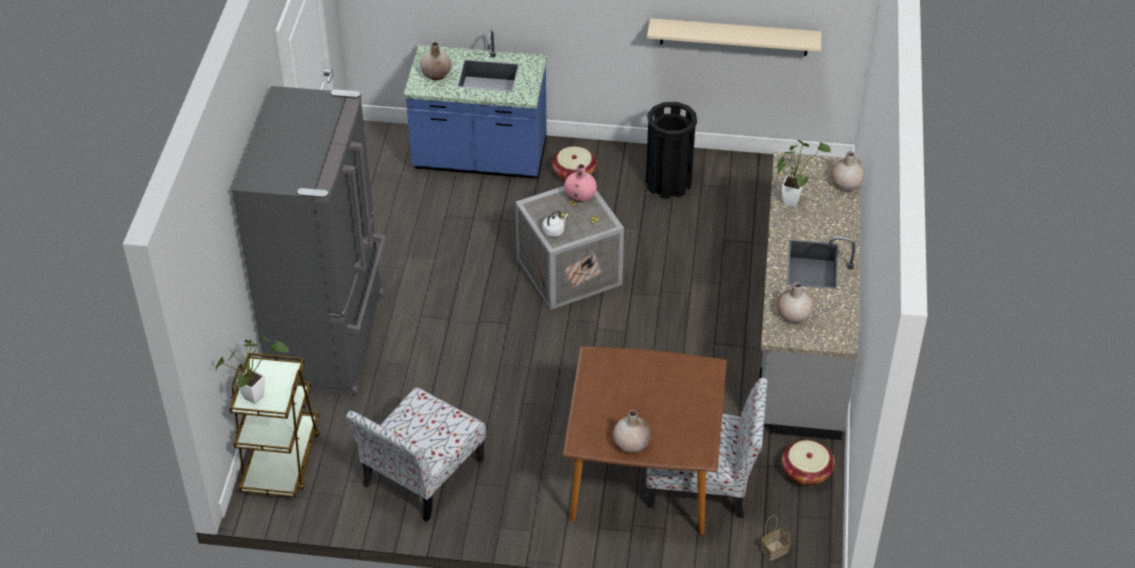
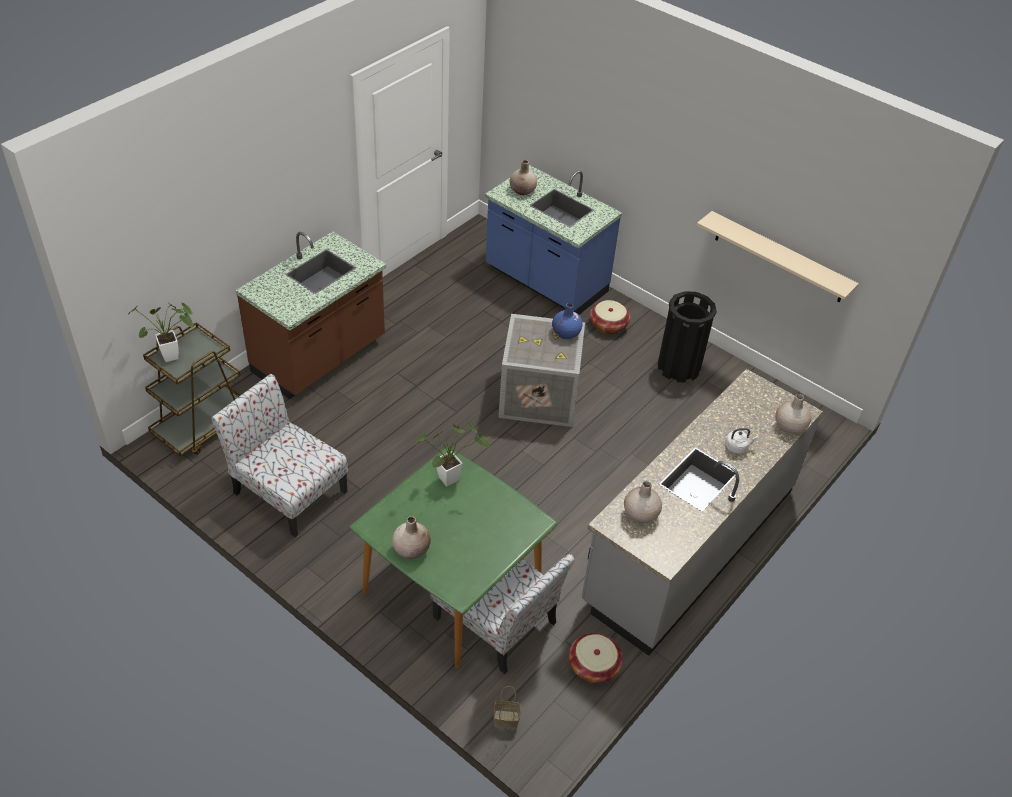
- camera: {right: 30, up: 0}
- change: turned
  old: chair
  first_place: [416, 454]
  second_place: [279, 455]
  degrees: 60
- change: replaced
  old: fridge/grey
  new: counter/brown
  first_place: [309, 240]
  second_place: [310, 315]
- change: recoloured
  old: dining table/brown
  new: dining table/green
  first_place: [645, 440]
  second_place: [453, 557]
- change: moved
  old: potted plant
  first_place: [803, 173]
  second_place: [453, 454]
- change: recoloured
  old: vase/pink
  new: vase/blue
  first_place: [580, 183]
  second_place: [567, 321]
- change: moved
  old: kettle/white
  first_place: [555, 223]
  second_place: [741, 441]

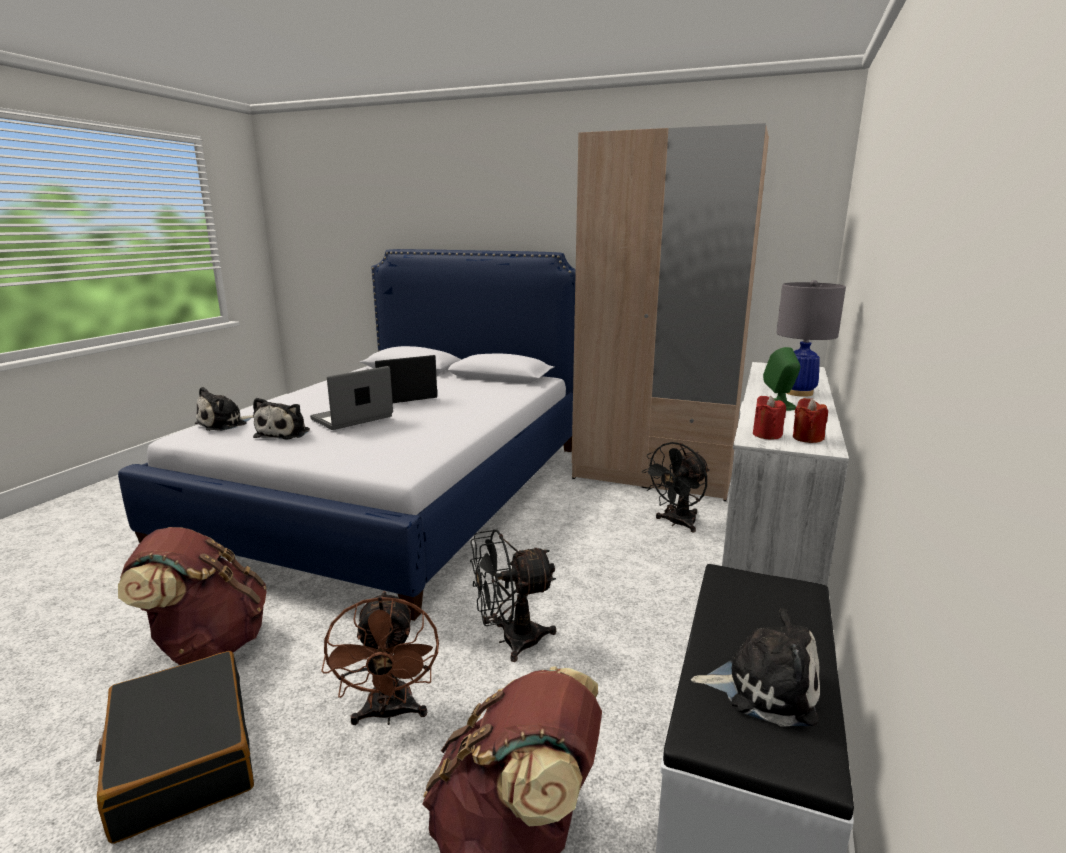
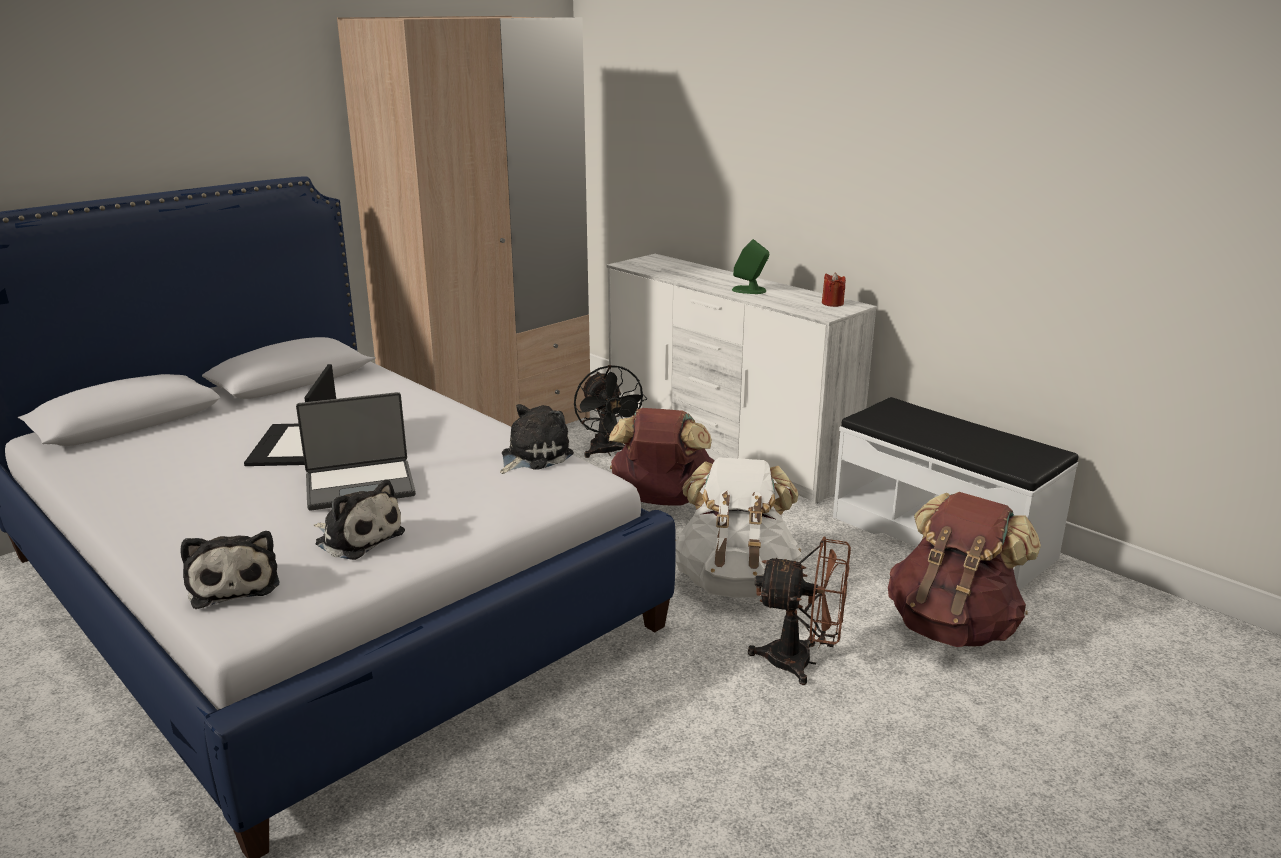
- camera: {right: -65, up: 5}
- change: turned
  old: laptop
  first_place: [351, 398]
  second_place: [356, 451]
  degrees: -90
- change: moved
  old: plush toy
  first_place: [755, 667]
  second_place: [537, 439]
- change: moved
  old: backpack/brown
  first_place: [192, 596]
  second_place: [662, 457]
- change: replaced
  old: fan/black
  new: backpack/white
  first_place: [513, 595]
  second_place: [739, 528]
- change: removed
  old: suitcase/black
  first_place: [175, 747]
- change: removed
  old: candle/red
  first_place: [769, 418]
- change: removed
  old: table lamp/grey
  first_place: [811, 338]

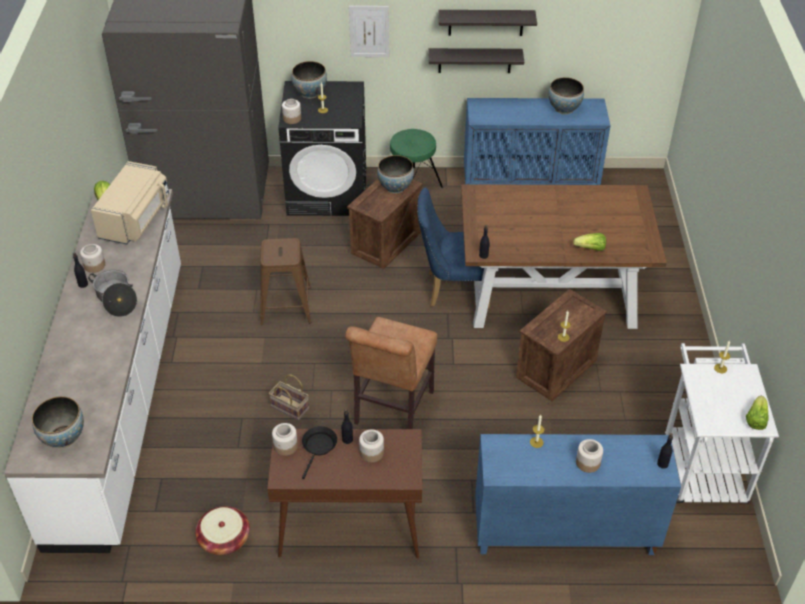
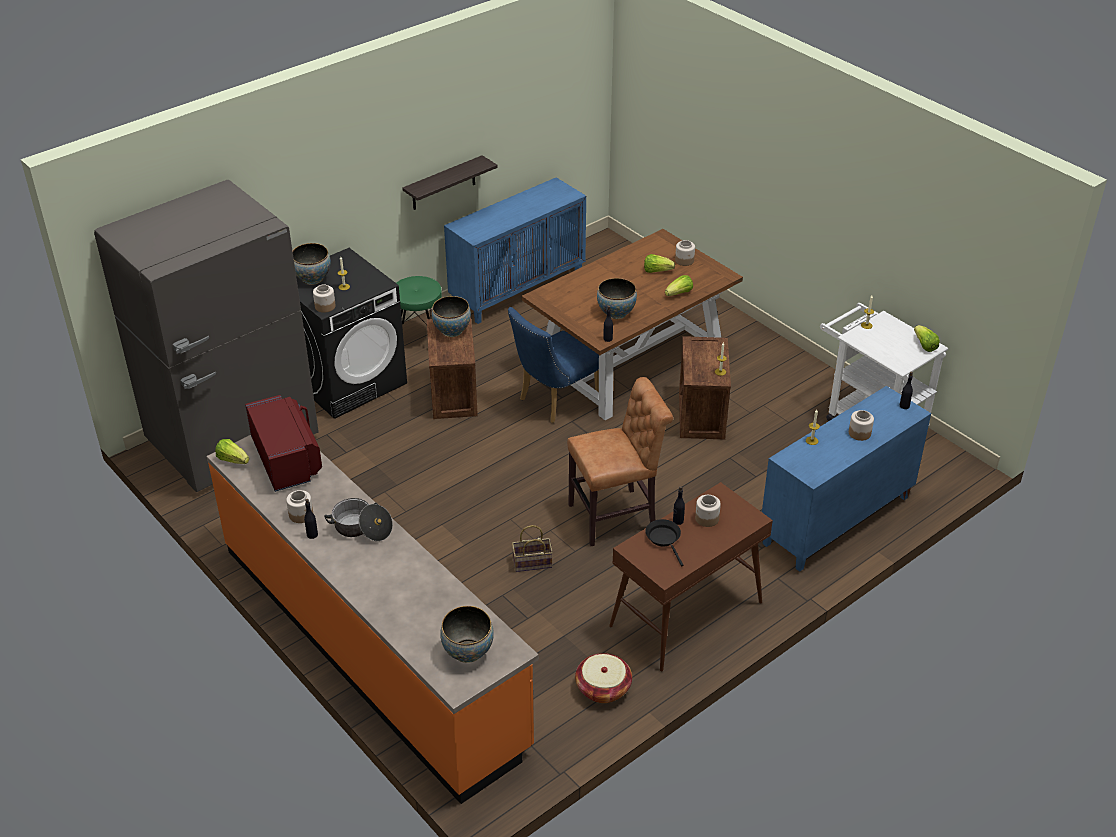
- camera: {right: -40, up: -5}
- change: recoloured
  old: counter/white
  new: counter/orange
  first_place: [92, 371]
  second_place: [373, 619]
- change: recoloured
  old: microwave/beige
  new: microwave/red
  first_place: [130, 202]
  second_place: [283, 443]
- change: turned
  old: chair/brown
  first_place: [391, 373]
  second_place: [620, 461]
  degrees: -90
- change: moved
  old: bowl
  first_place: [566, 95]
  second_place: [617, 298]
- change: added
  new: lettuce
  second_place: [659, 263]
- change: moved
  old: jar
  first_place: [285, 439]
  second_place: [685, 253]
- change: removed
  old: stool/brown
  first_place: [285, 282]
- change: removed
  old: picture
  first_place: [369, 31]
- change: removed
  old: shelf
  first_place: [487, 23]

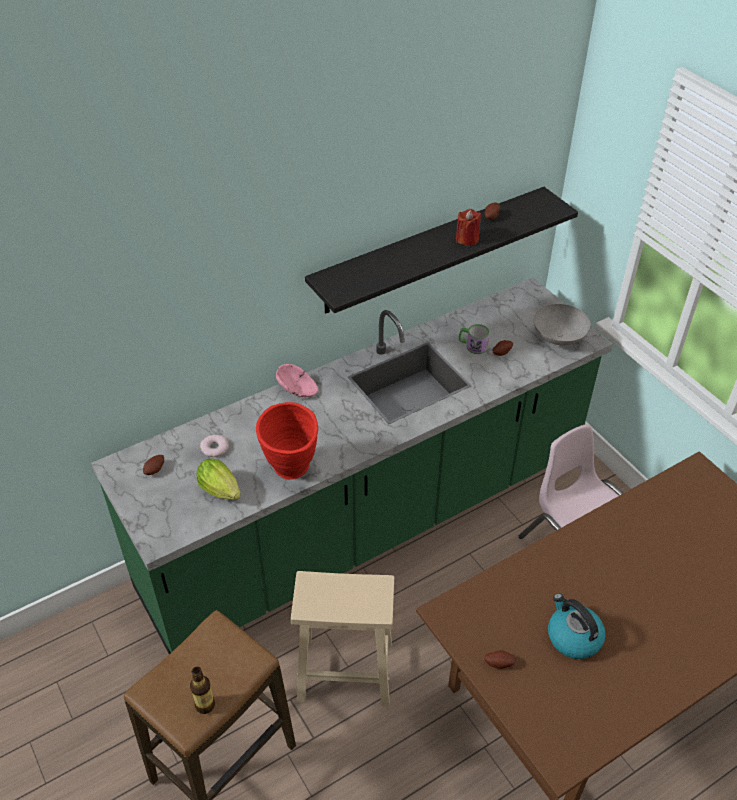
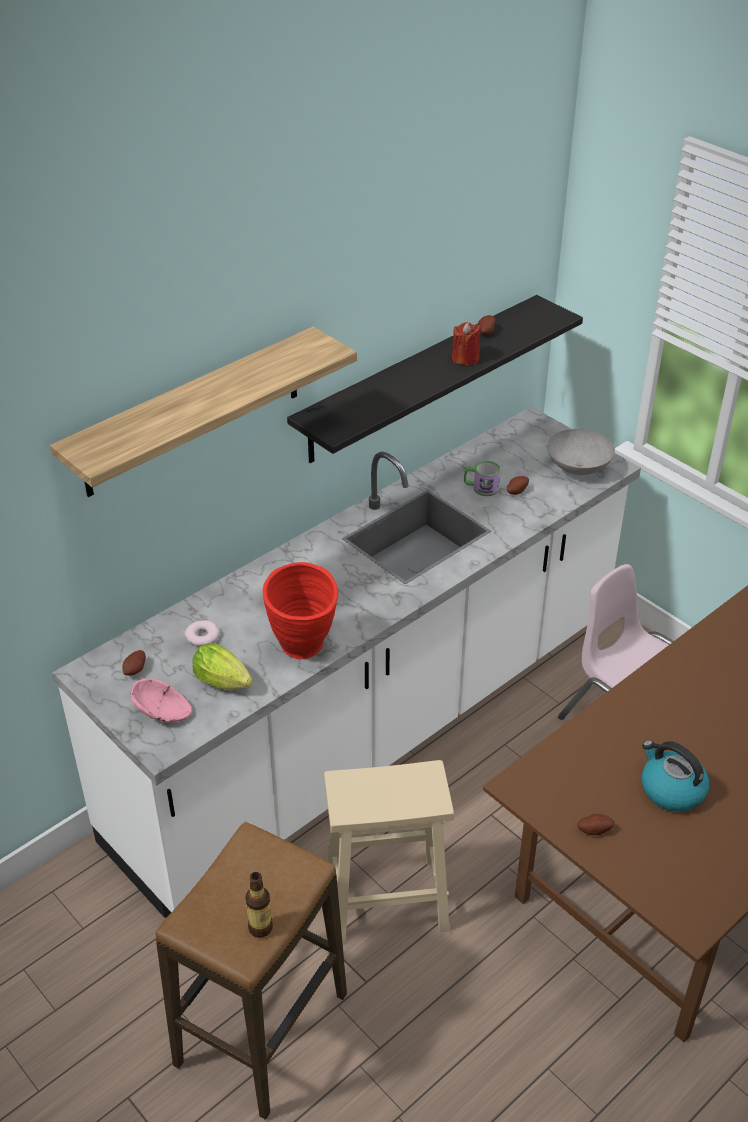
- camera: {right: -10, up: -5}
- change: added
  new: shelf
  second_place: [203, 411]
- change: recoloured
  old: counter/green
  new: counter/white
  first_place: [352, 465]
  second_place: [346, 662]
- change: moved
  old: bowl/pink
  first_place: [297, 380]
  second_place: [161, 700]

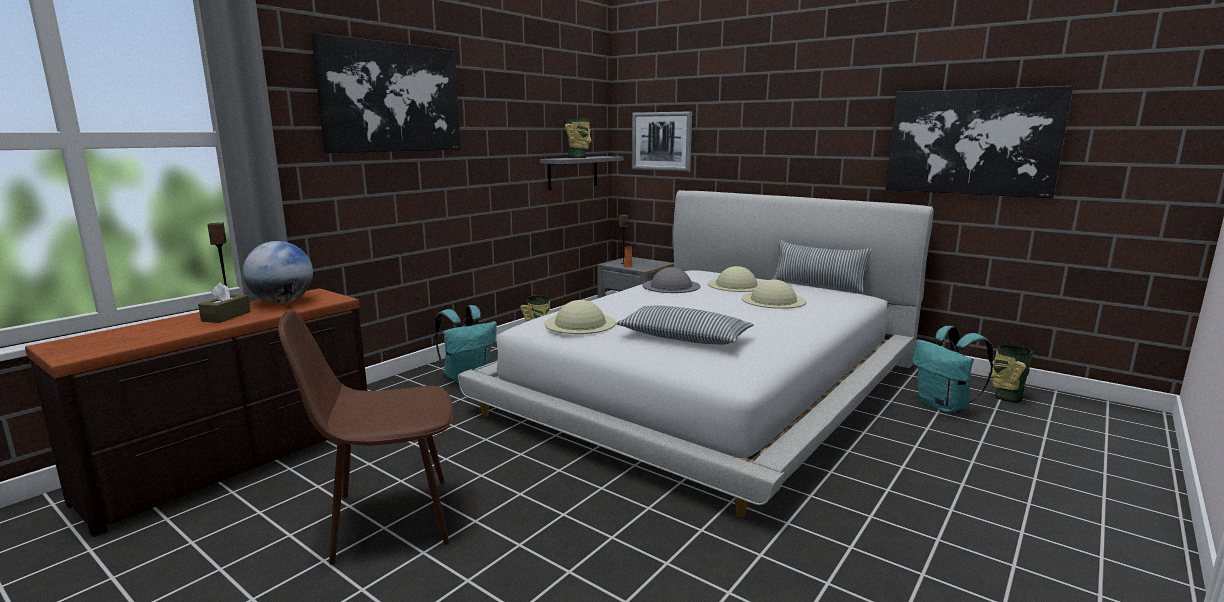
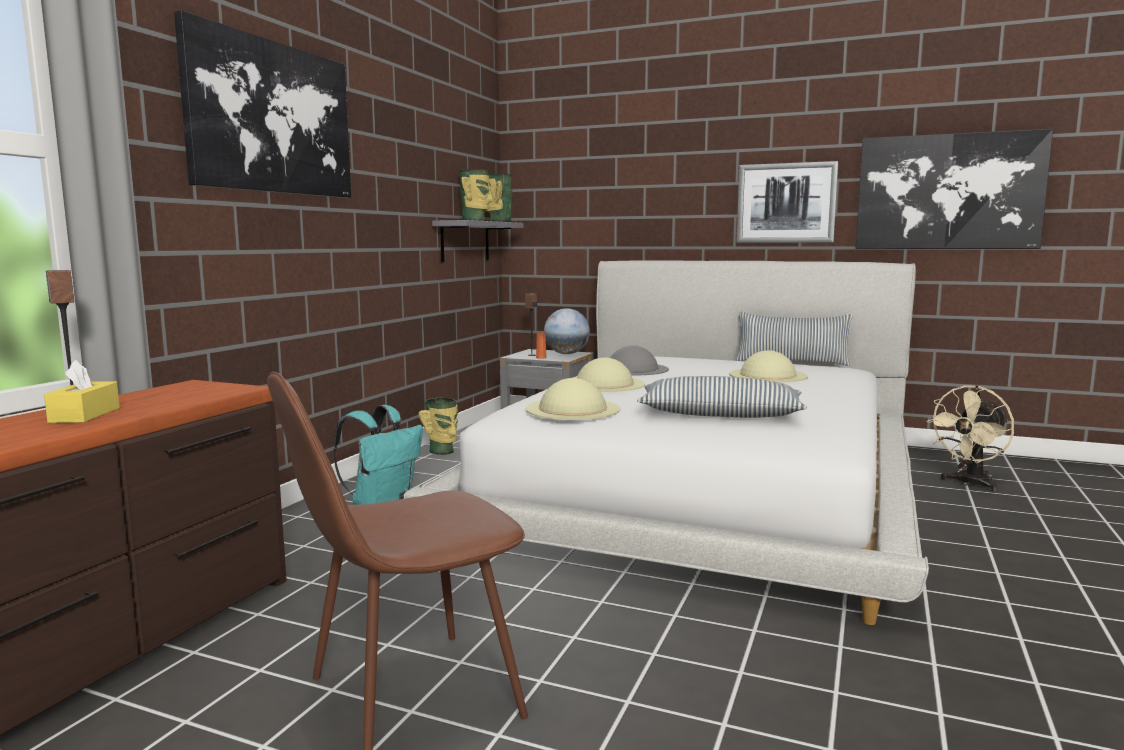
- camera: {right: -15, up: -5}
- change: recoloured
  old: tissue box/brown
  new: tissue box/yellow
  first_place: [224, 302]
  second_place: [82, 391]
- change: moved
  old: vase
  first_place: [1010, 374]
  second_place: [499, 198]
- change: moved
  old: globe
  first_place: [278, 272]
  second_place: [567, 331]
- change: moved
  old: hat/beige
  first_place: [735, 279]
  second_place: [611, 374]
- change: moved
  old: picture
  first_place: [662, 141]
  second_place: [787, 202]
- change: replaced
  old: backpack/turquoise
  new: fan/beige
  first_place: [953, 369]
  second_place: [970, 438]

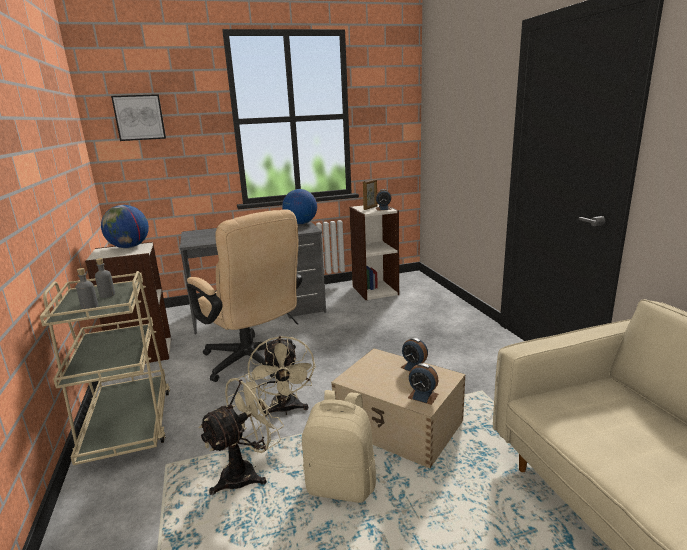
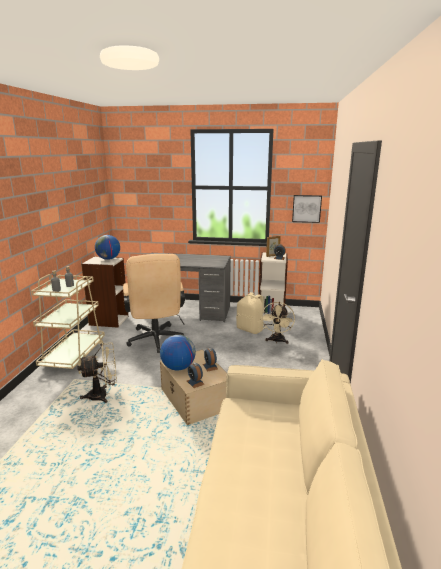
- camera: {right: 25, up: 0}
- change: moved
  old: globe
  first_place: [299, 206]
  second_place: [178, 353]
- change: moved
  old: backpack/beige
  first_place: [339, 446]
  second_place: [250, 313]
- change: moved
  old: fan/beige
  first_place: [282, 376]
  second_place: [278, 323]
- change: moved
  old: picture
  first_place: [138, 117]
  second_place: [307, 209]

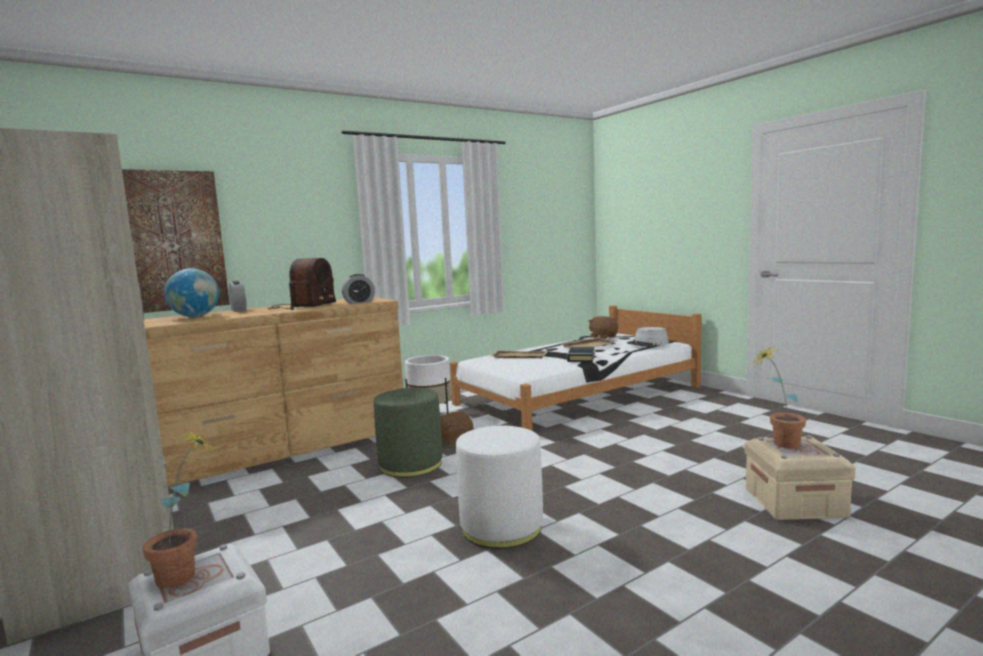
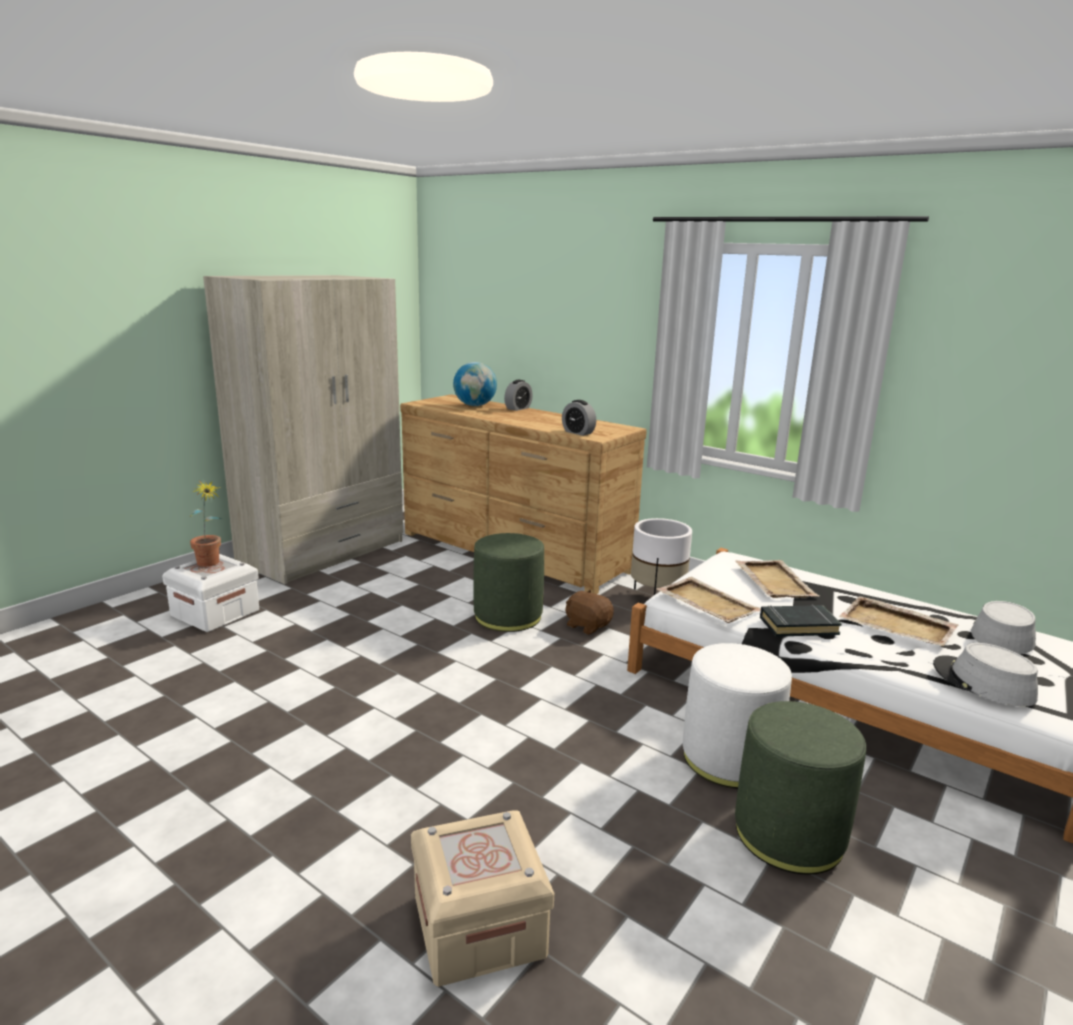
- camera: {right: 70, up: 10}
- change: added
  new: tray/beige
  second_place: [708, 600]
- change: moved
  old: ottoman/white
  first_place: [499, 487]
  second_place: [737, 715]
- change: added
  new: ottoman/green
  second_place: [800, 787]
- change: replaced
  old: plush toy/brown
  new: hat/grey
  first_place: [603, 327]
  second_place: [1003, 627]
- change: removed
  old: picture
  first_place: [176, 241]
- change: removed
  old: radio
  first_place: [302, 284]
- change: removed
  old: potted plant
  first_place: [780, 396]

